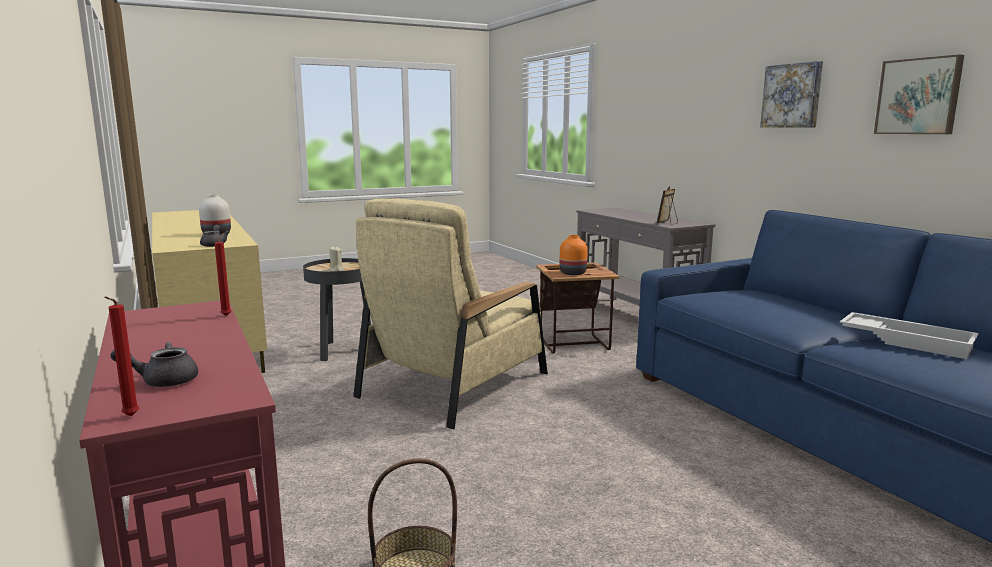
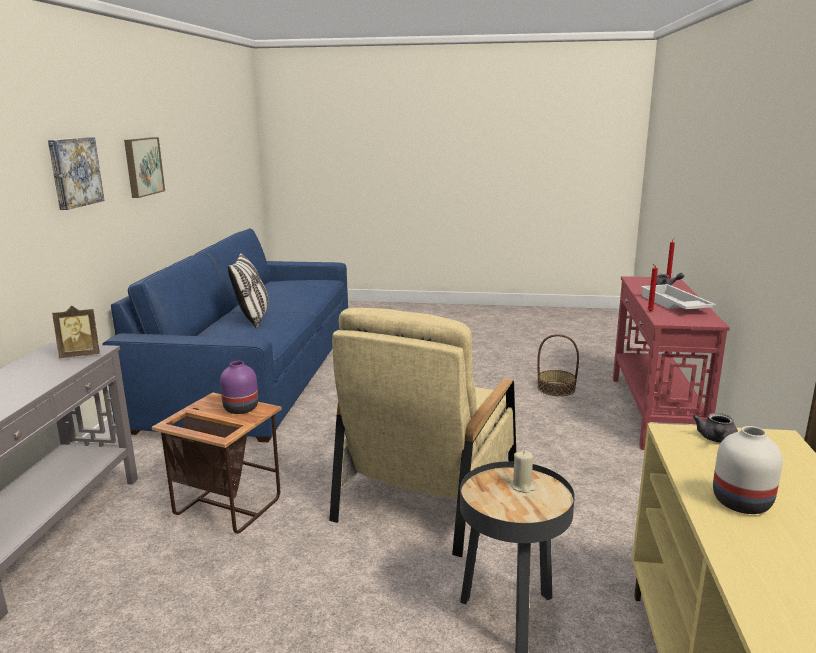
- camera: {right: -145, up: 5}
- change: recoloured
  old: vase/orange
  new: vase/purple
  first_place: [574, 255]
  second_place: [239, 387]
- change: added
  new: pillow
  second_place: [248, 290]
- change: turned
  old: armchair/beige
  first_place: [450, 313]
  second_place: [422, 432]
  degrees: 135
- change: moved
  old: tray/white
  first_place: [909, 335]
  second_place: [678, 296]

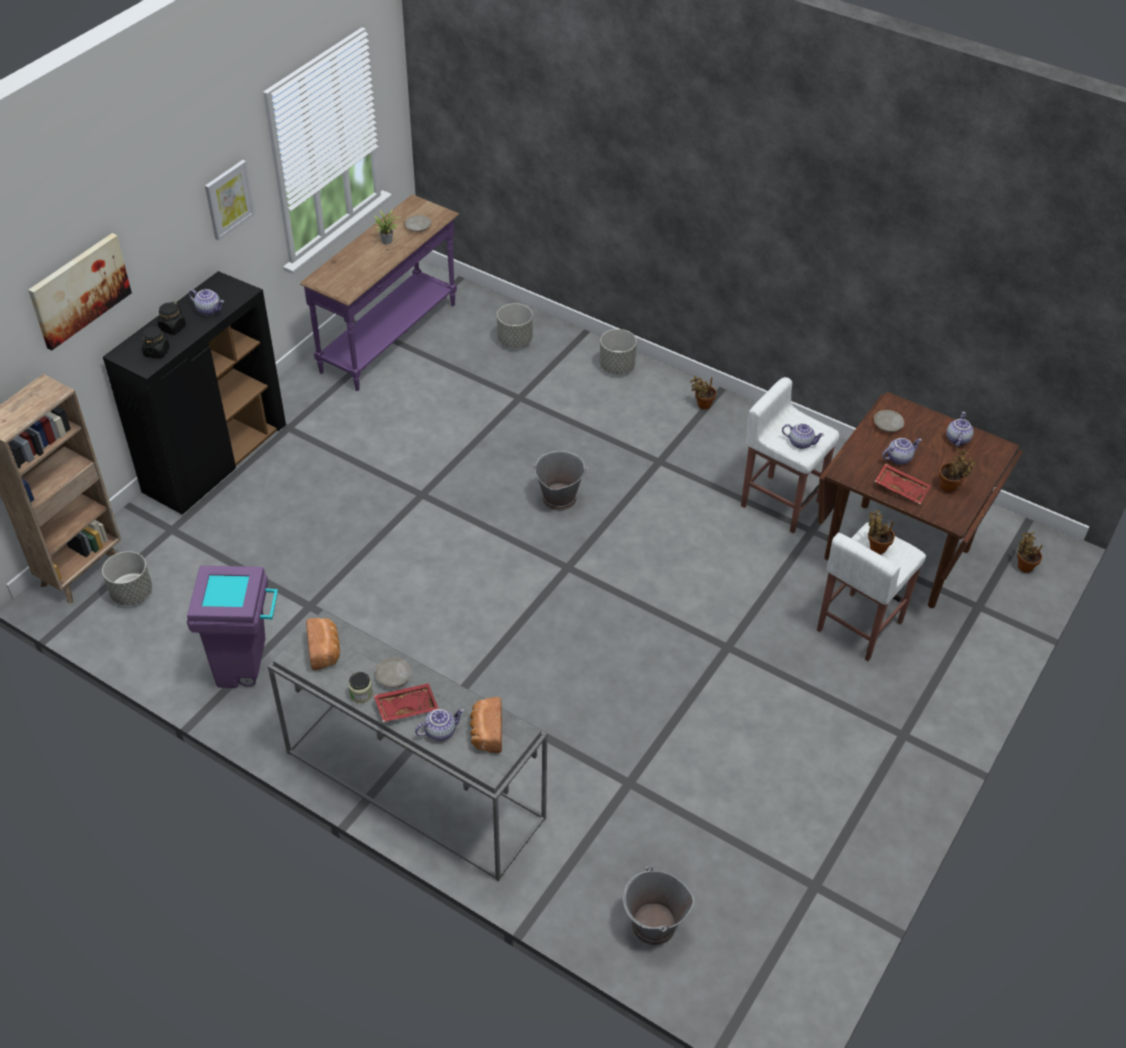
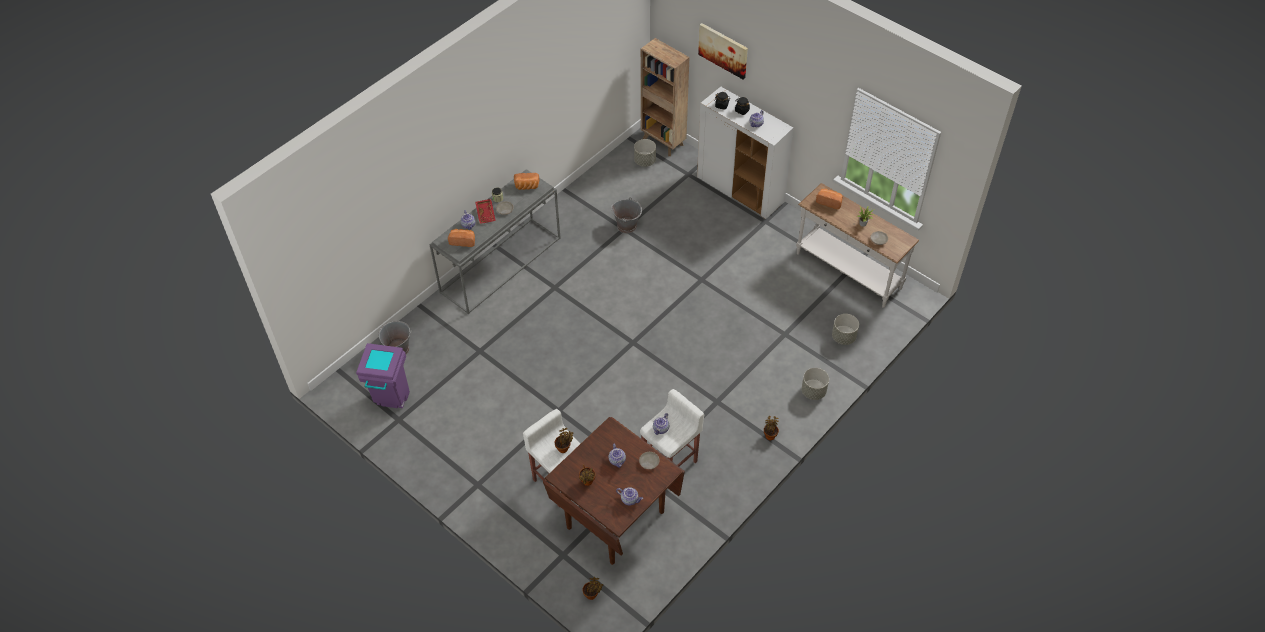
- camera: {right: 100, up: 5}
- change: moved
  old: trash can/purple
  first_place: [232, 627]
  second_place: [383, 375]
- change: moved
  old: bucket/grey
  first_place: [560, 481]
  second_place: [626, 215]
- change: recoloured
  old: cabinet/black
  new: cabinet/white
  first_place: [194, 393]
  second_place: [745, 153]
- change: recoloured
  old: console table/purple
  new: console table/white
  first_place: [379, 292]
  second_place: [857, 245]
- change: added
  new: bread
  second_place: [829, 199]
- change: removed
  old: picture
  first_place: [230, 200]
- change: removed
  old: tray/red
  first_place: [903, 483]

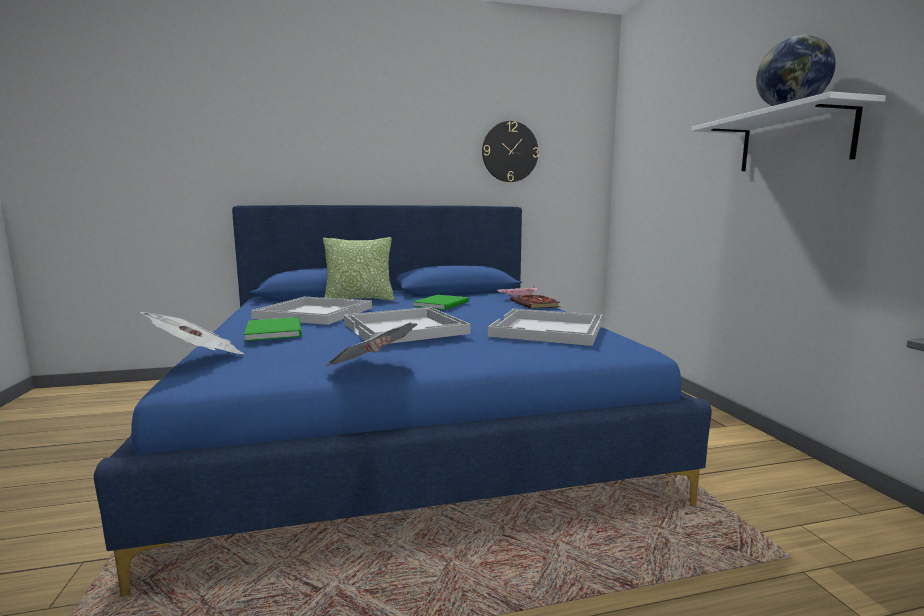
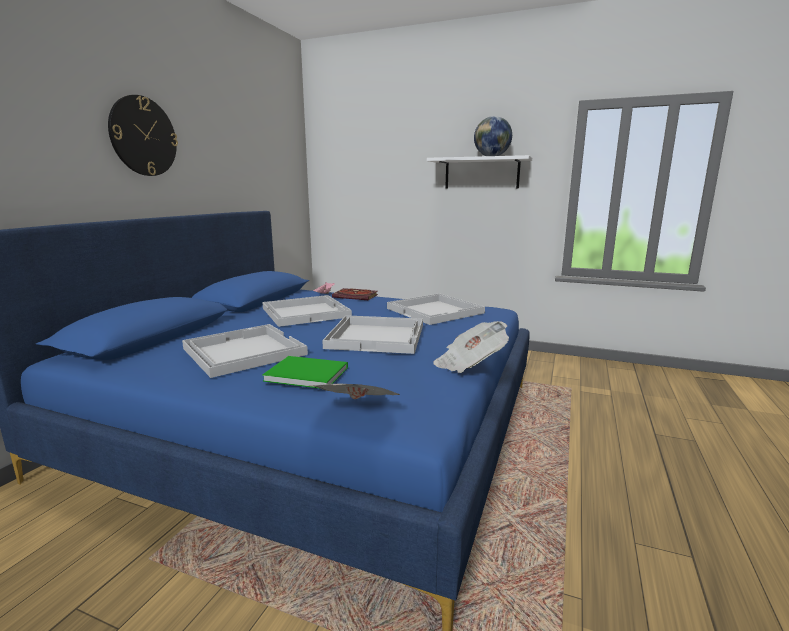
- camera: {right: -55, up: 5}
- change: moved
  old: wall clock
  first_place: [510, 151]
  second_place: [143, 135]
- change: replaced
  old: book/green
  new: tray/white
  first_place: [441, 302]
  second_place: [307, 311]
- change: removed
  old: pillow
  first_place: [358, 269]

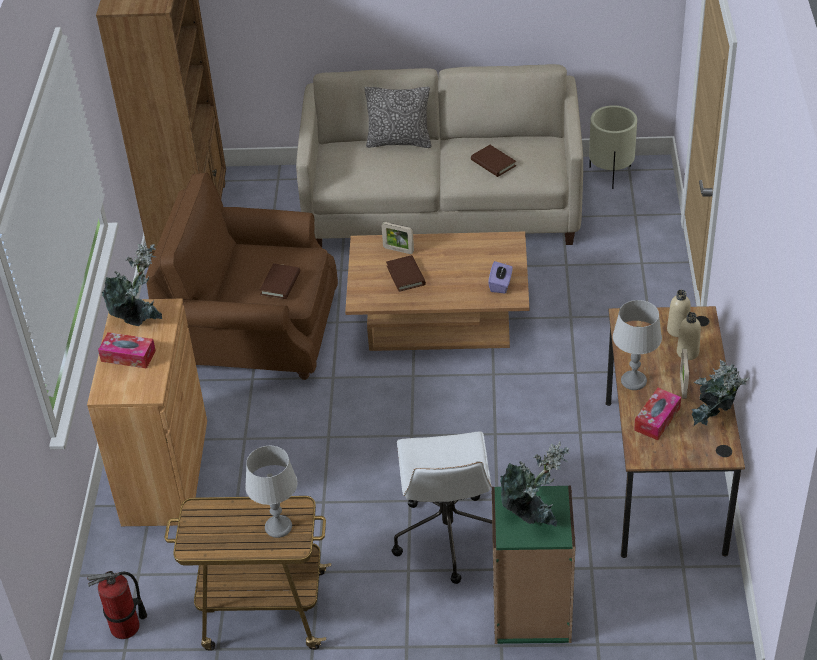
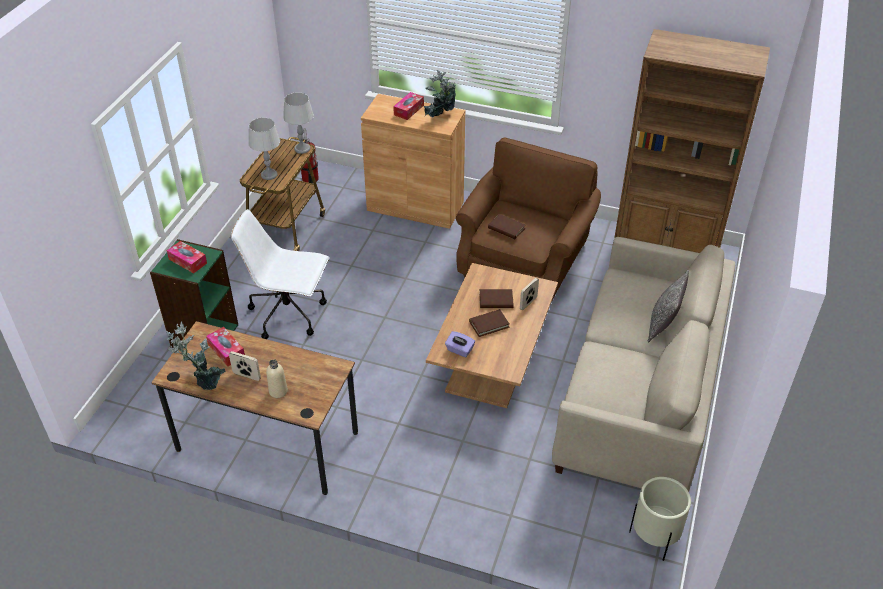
- camera: {right: 105, up: 0}
- change: replaced
  old: potted plant
  new: tissue box
  first_place: [535, 484]
  second_place: [187, 257]
- change: moved
  old: table lamp/grey
  first_place: [637, 345]
  second_place: [298, 123]
- change: moved
  old: book/brown
  first_place: [493, 161]
  second_place: [489, 323]
- change: removed
  old: bottle/beige
  first_place: [679, 313]

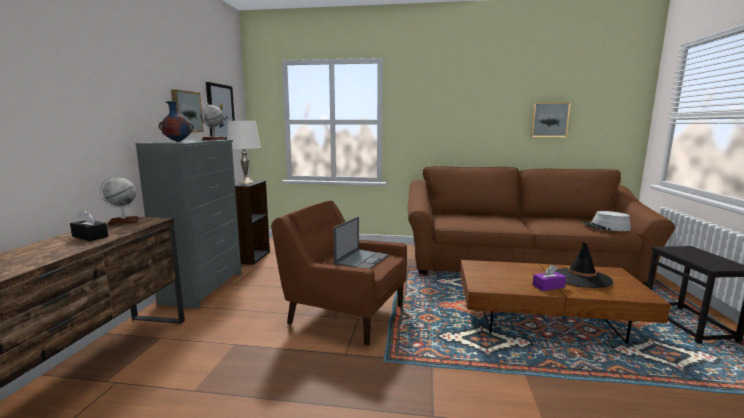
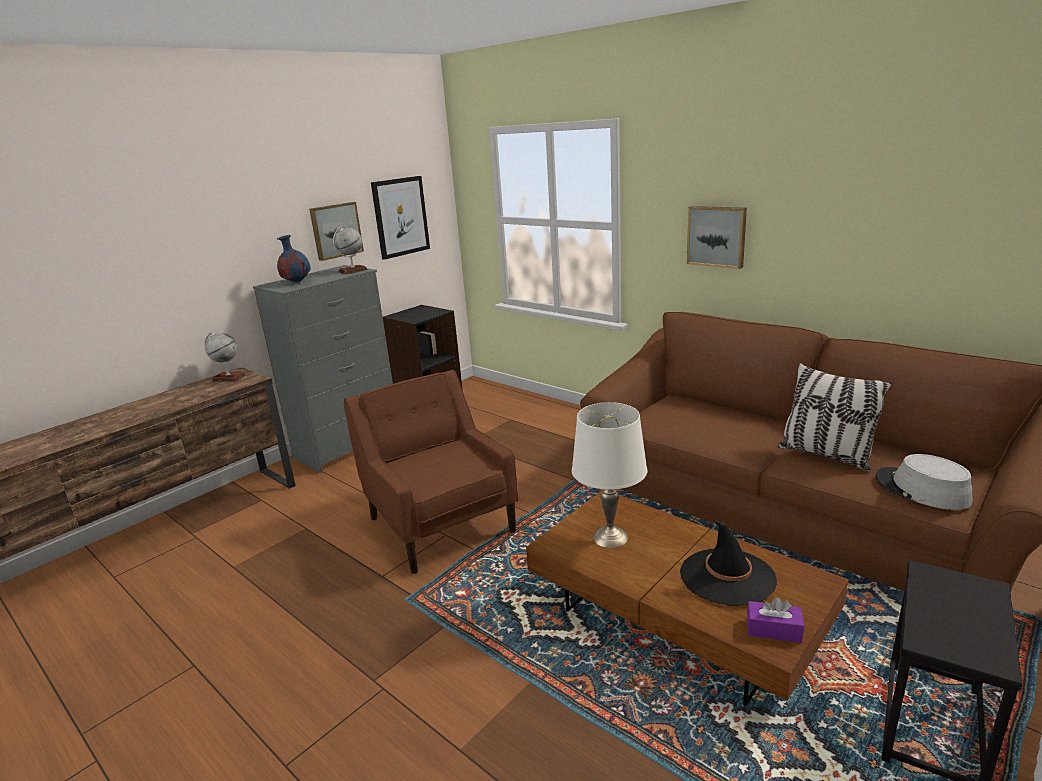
- camera: {right: 35, up: 10}
- change: moved
  old: table lamp/white
  first_place: [244, 152]
  second_place: [609, 475]
- change: moved
  old: picture
  first_place: [551, 120]
  second_place: [717, 237]
- change: moved
  old: tissue box/purple
  first_place: [549, 278]
  second_place: [775, 620]
- change: added
  new: pillow
  second_place: [835, 417]
- change: removed
  old: tissue box/black
  first_place: [89, 225]
- change: removed
  old: laptop
  first_place: [361, 242]

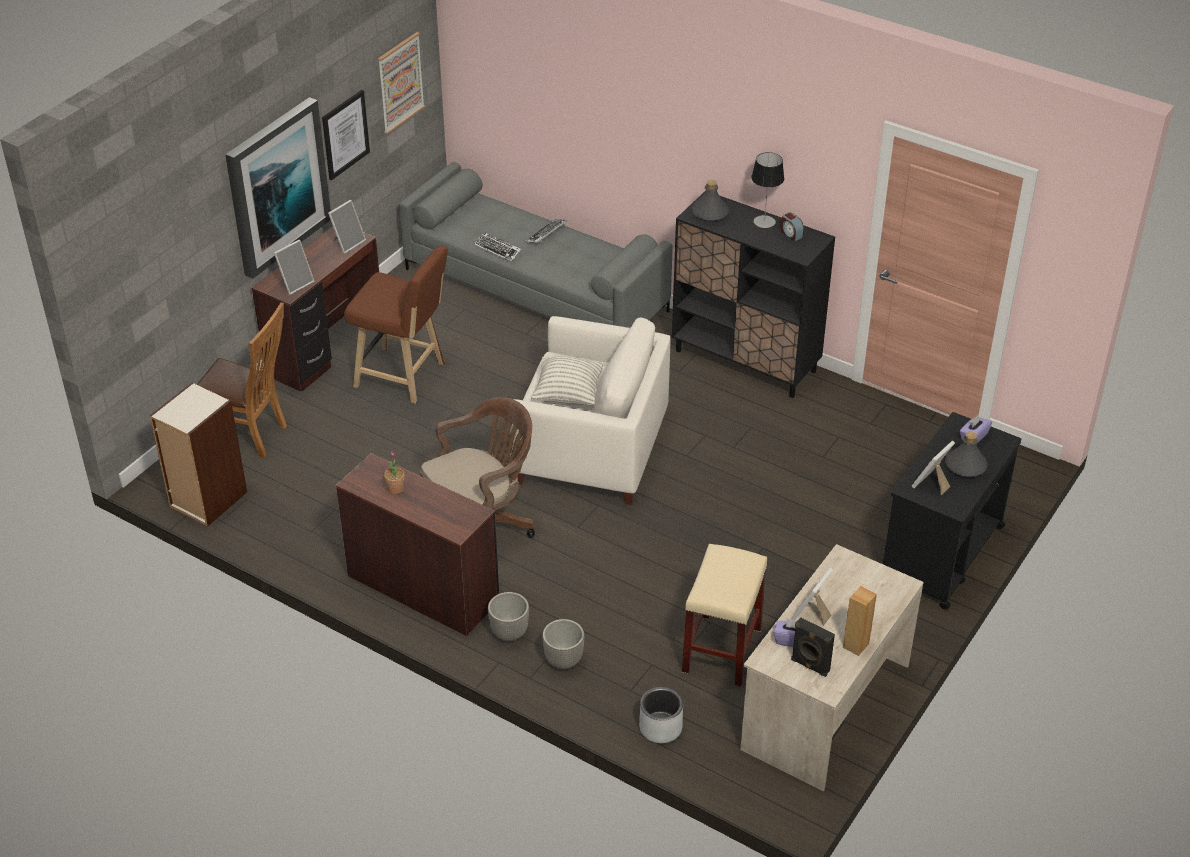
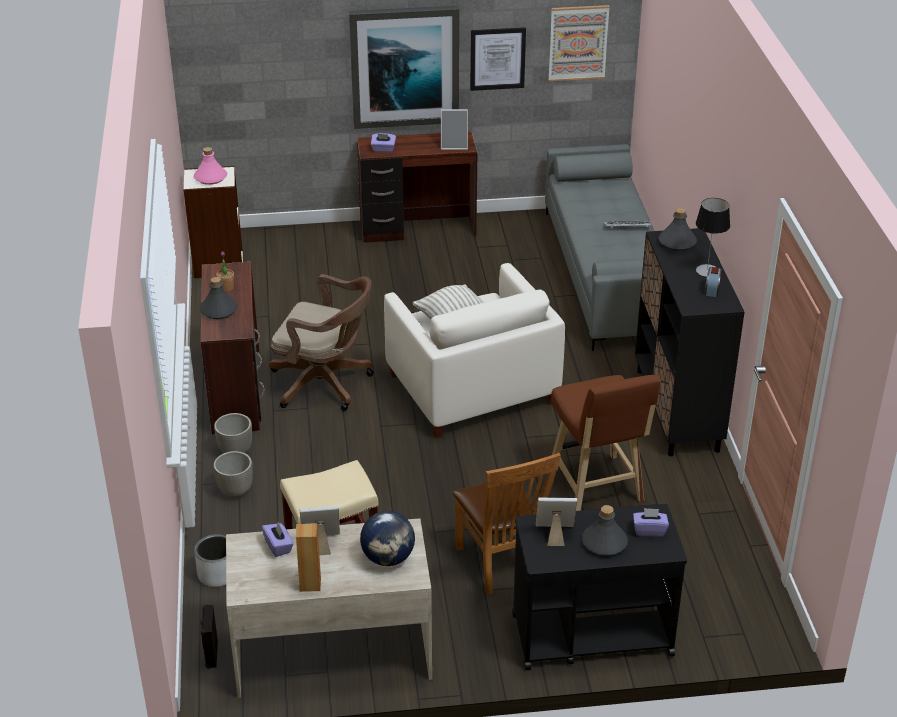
- camera: {right: 50, up: -5}
- change: added
  new: bottle/pink
  second_place: [210, 166]
- change: added
  new: bottle/grey
  second_place: [219, 298]
- change: moved
  old: speaker/black
  first_place: [813, 647]
  second_place: [209, 636]
- change: added
  new: globe
  second_place: [387, 538]
- change: replaced
  old: picture frame
  new: tissue box/purple
  first_place: [294, 267]
  second_place: [383, 142]
- change: moved
  old: chair/brown
  first_place: [242, 380]
  second_place: [507, 524]
- change: moved
  old: stool/brown
  first_place: [395, 324]
  second_place: [605, 443]
- change: removed
  old: keyboard
  first_place: [497, 247]

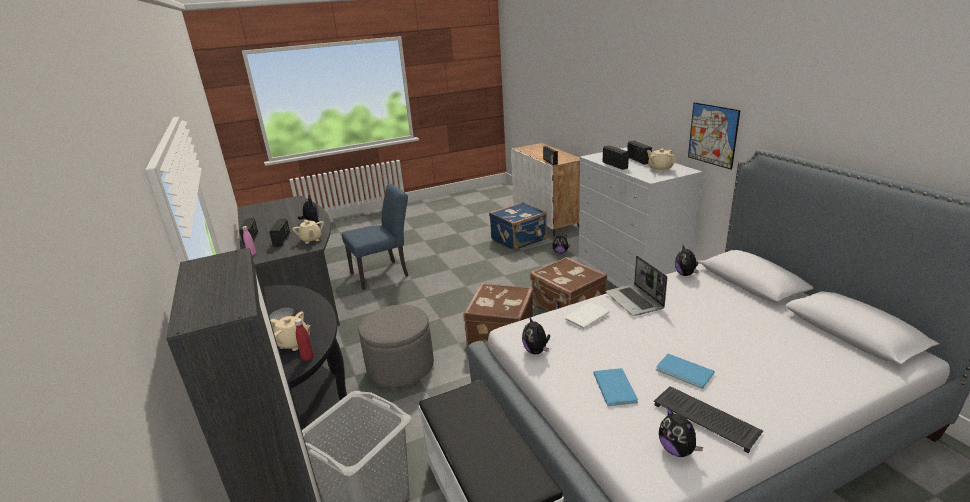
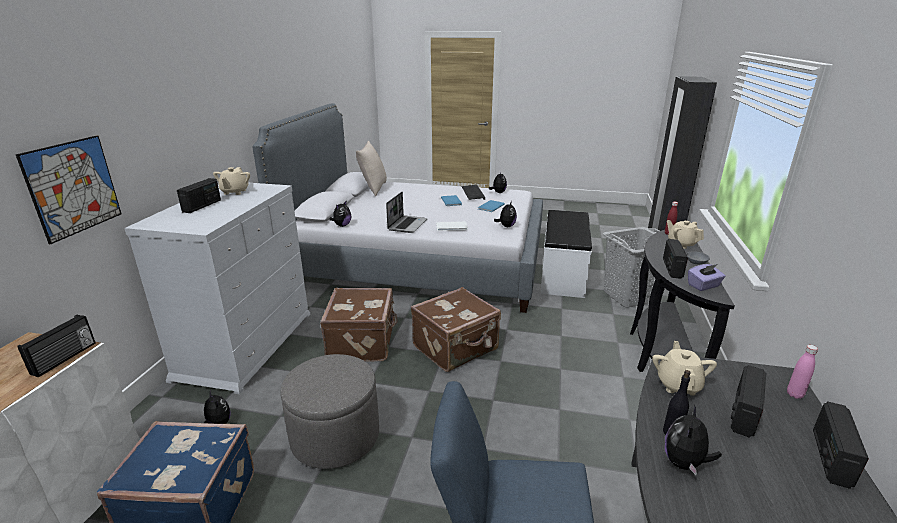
- camera: {right: -145, up: 0}
- change: moved
  old: picture
  first_place: [714, 136]
  second_place: [69, 189]
- change: moved
  old: ottoman/grey
  first_place: [396, 346]
  second_place: [329, 411]
- change: added
  new: pillow/beige
  second_place: [371, 168]
- change: moved
  old: radio
  first_place: [616, 157]
  second_place: [675, 259]
- change: added
  new: tissue box/purple
  second_place: [707, 277]

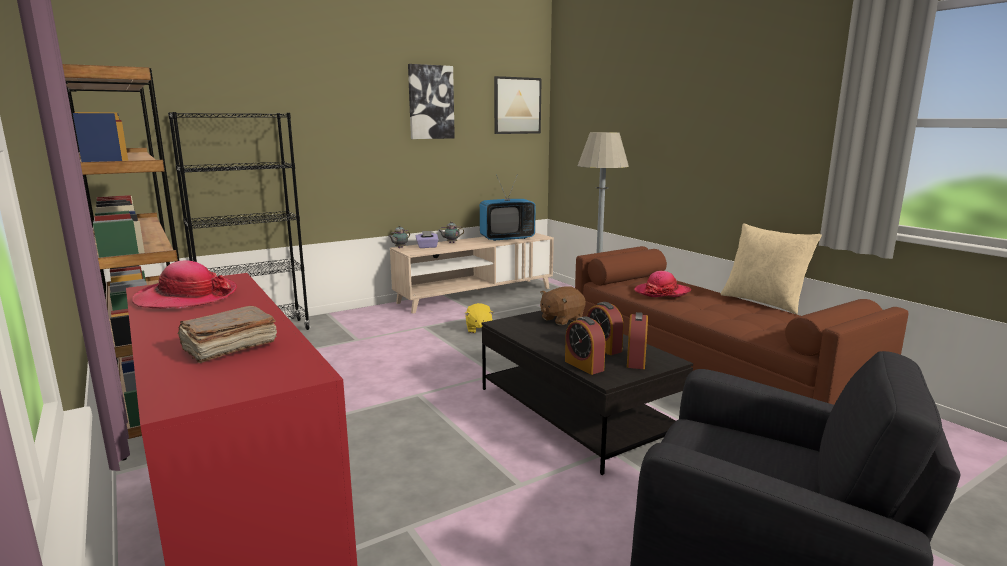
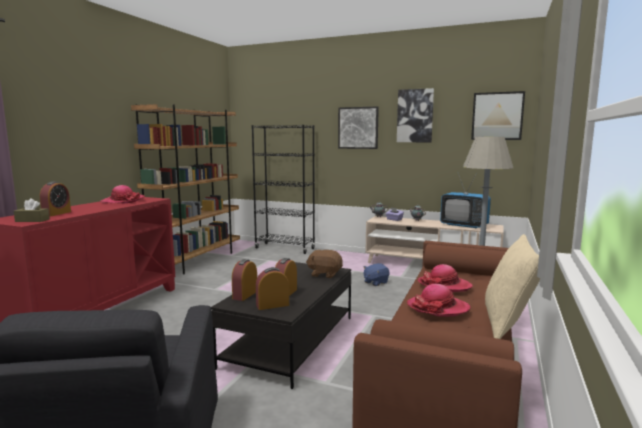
- camera: {right: 55, up: -5}
- change: added
  new: tissue box/brown
  second_place: [32, 210]
- change: replaced
  old: book/brown
  new: alarm clock
  first_place: [227, 334]
  second_place: [55, 198]
- change: added
  new: picture
  second_place: [358, 127]
- change: recoloured
  old: plush toy/yellow
  new: plush toy/blue
  first_place: [479, 318]
  second_place: [376, 274]
- change: added
  new: hat
  second_place: [439, 300]

